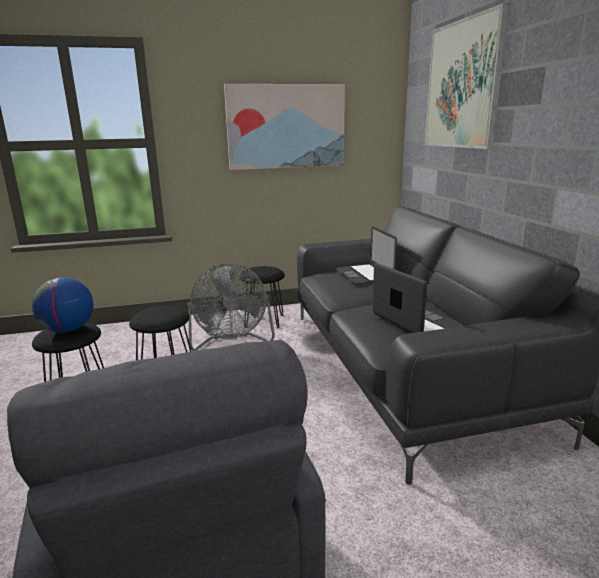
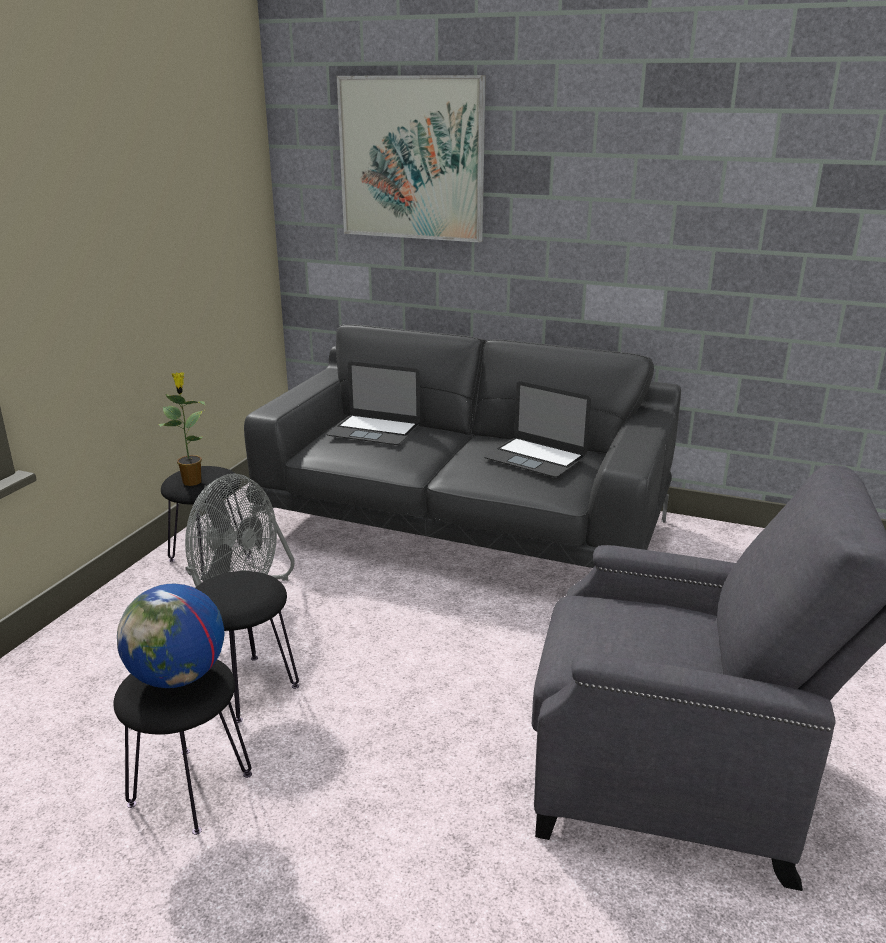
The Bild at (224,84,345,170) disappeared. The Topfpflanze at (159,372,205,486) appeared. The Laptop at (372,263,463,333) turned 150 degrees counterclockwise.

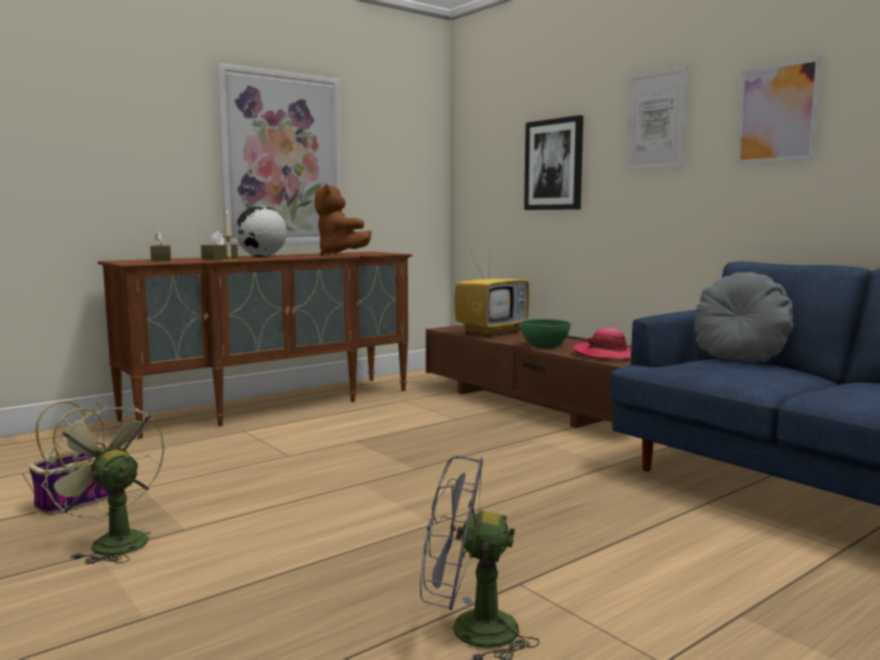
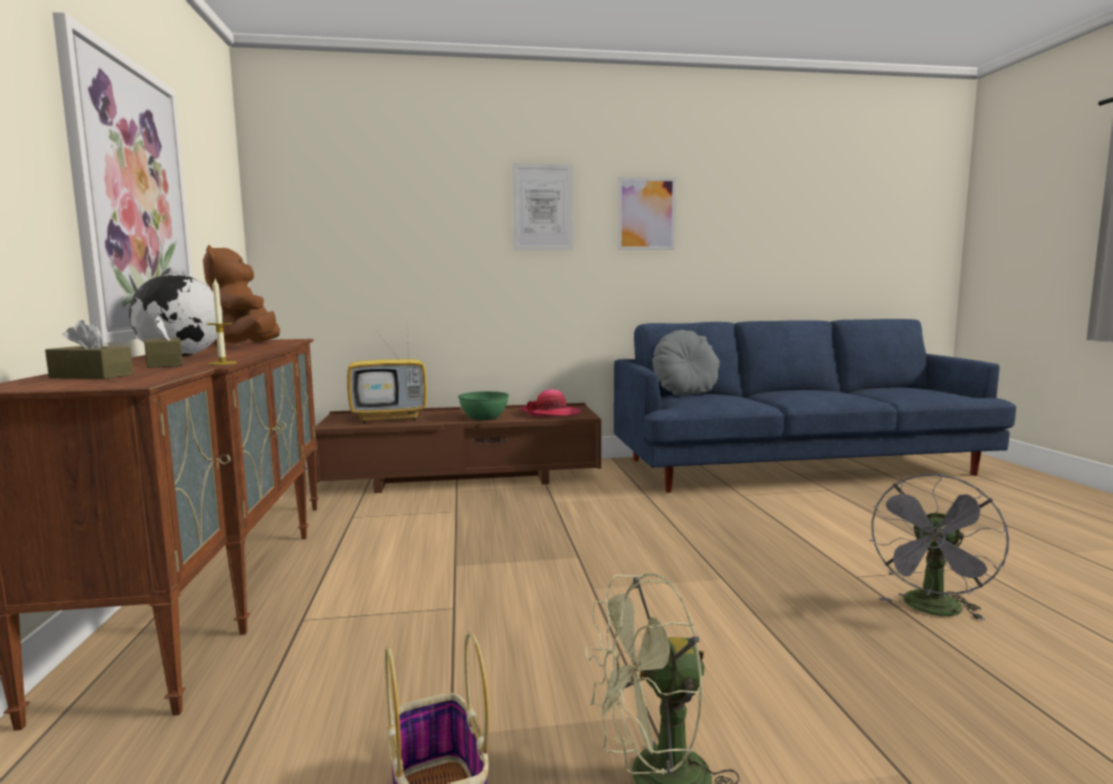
The Bild at (524,115,583,210) disappeared. The Plüschtier/braun at (315,183,372,255) turned 75 degrees clockwise. The Fernseher at (455,253,529,337) turned 90 degrees clockwise.

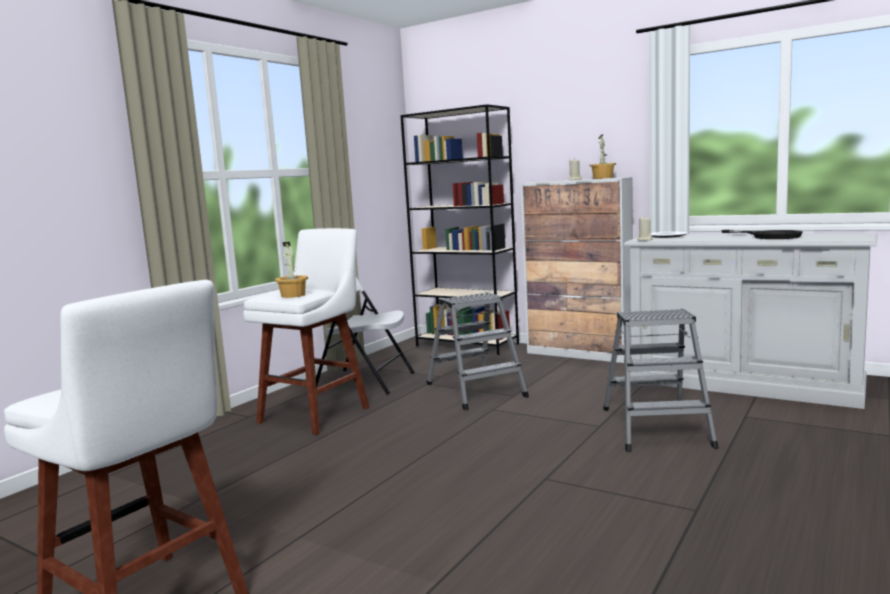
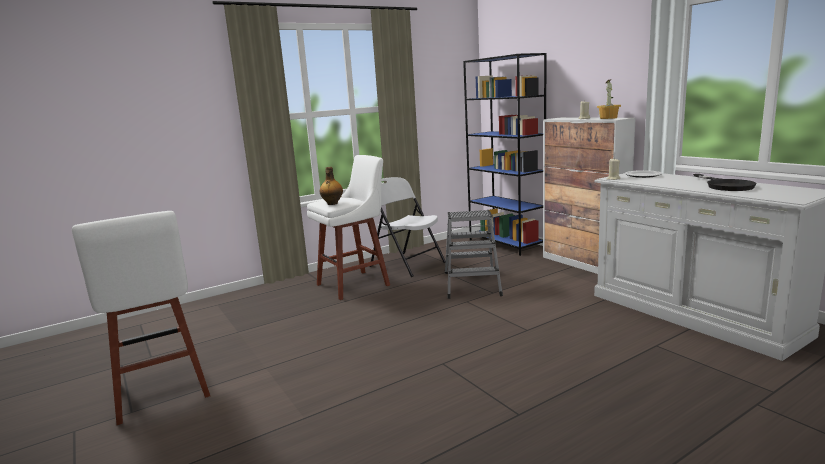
The Trittleiter/grau at (603,309,718,452) disappeared. The Topfpflanze at (275,242,308,298) was replaced by the Flasche at (320,167,343,205). The Bücherregal/beige at (400,104,519,355) became the Bücherregal/blau at (463,53,546,256).

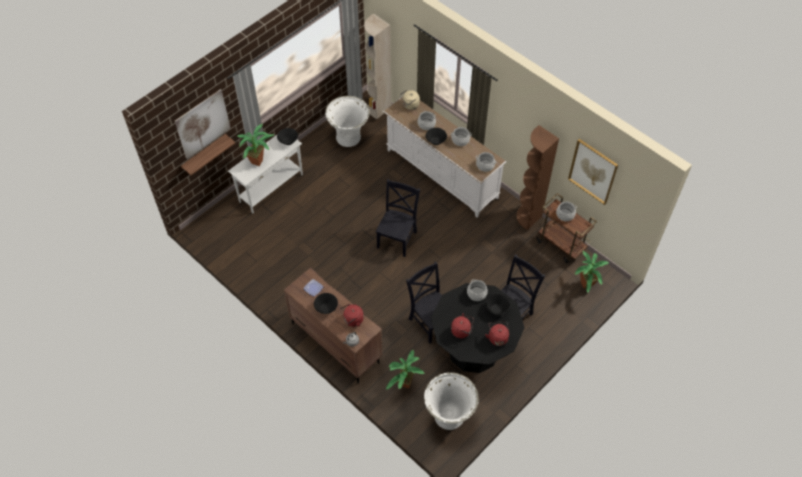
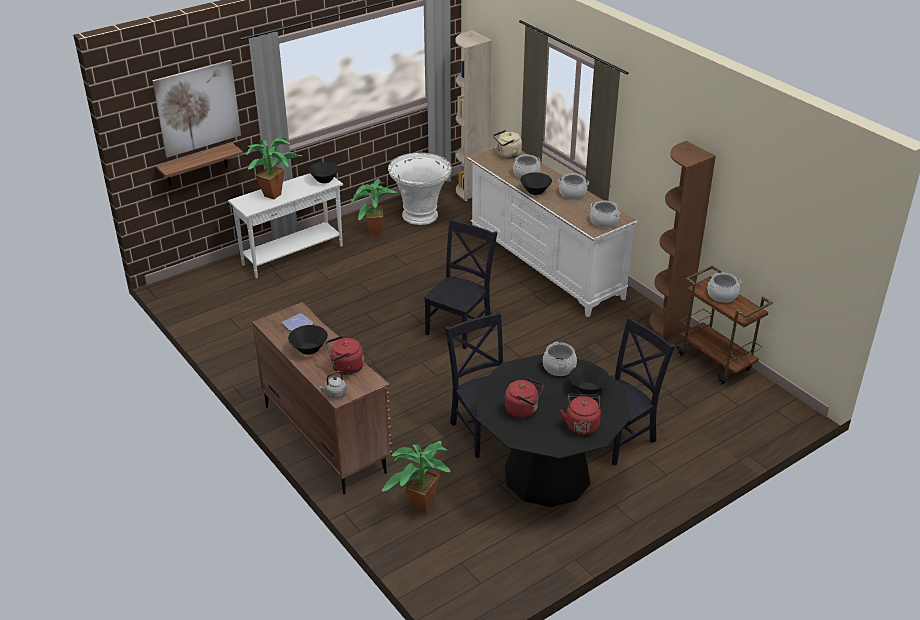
The Pflanzkübel/weiß at (424,373,479,430) disappeared. The Bild at (568,139,618,205) disappeared. The Topfpflanze moved from (575,251,609,293) to (351,179,397,236).

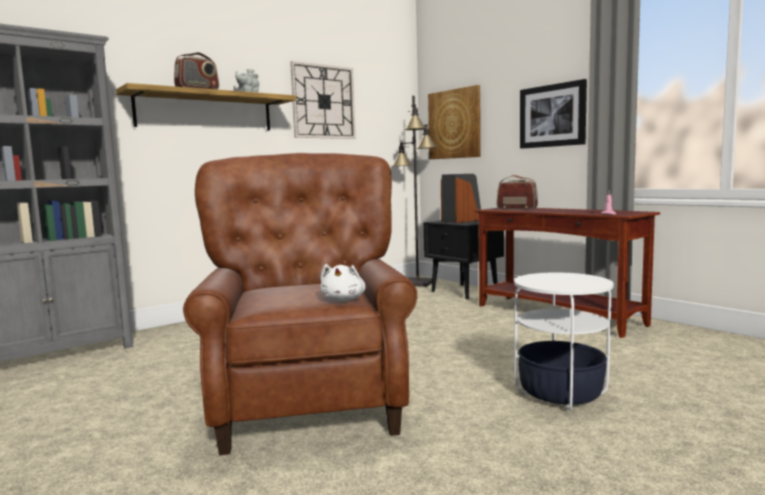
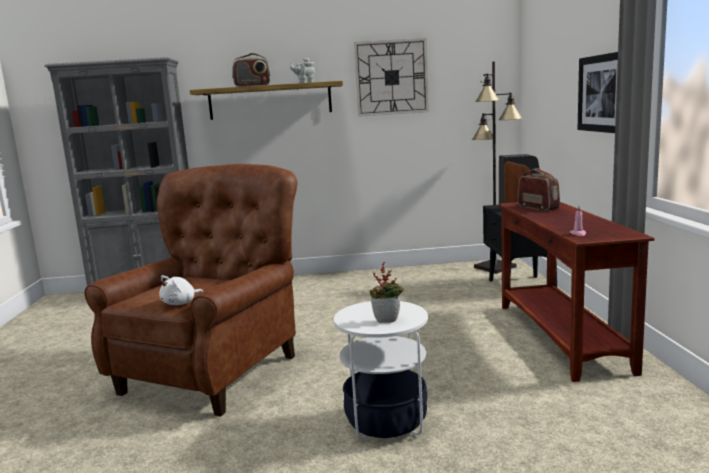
The Bild at (428,85,481,159) disappeared. The Topfpflanze at (369,262,404,323) appeared.

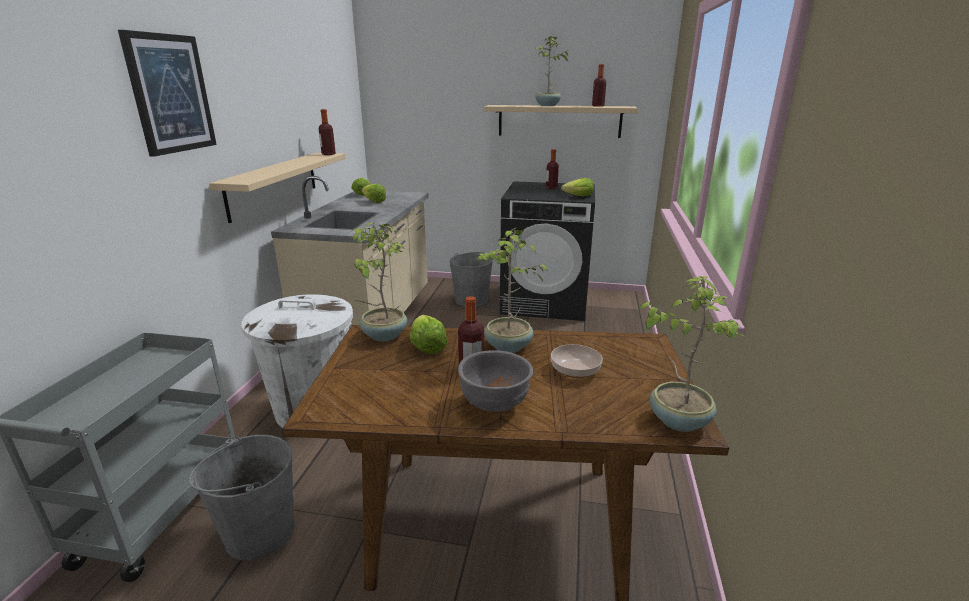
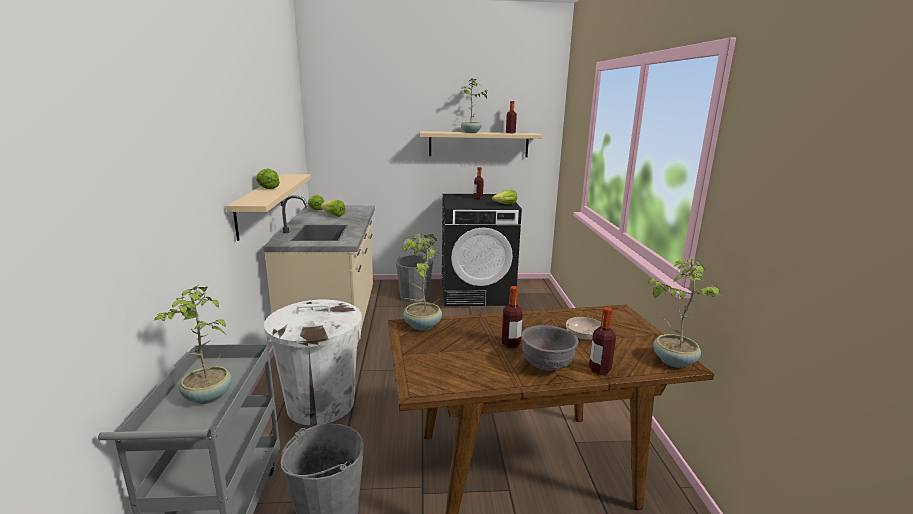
The Bild at (118,30,217,157) disappeared. The Flasche moved from (319,109,336,155) to (589,307,616,375). The Salatkopf moved from (410,315,448,354) to (256,169,280,189). The Topfpflanze moved from (476,227,548,353) to (153,285,232,404).

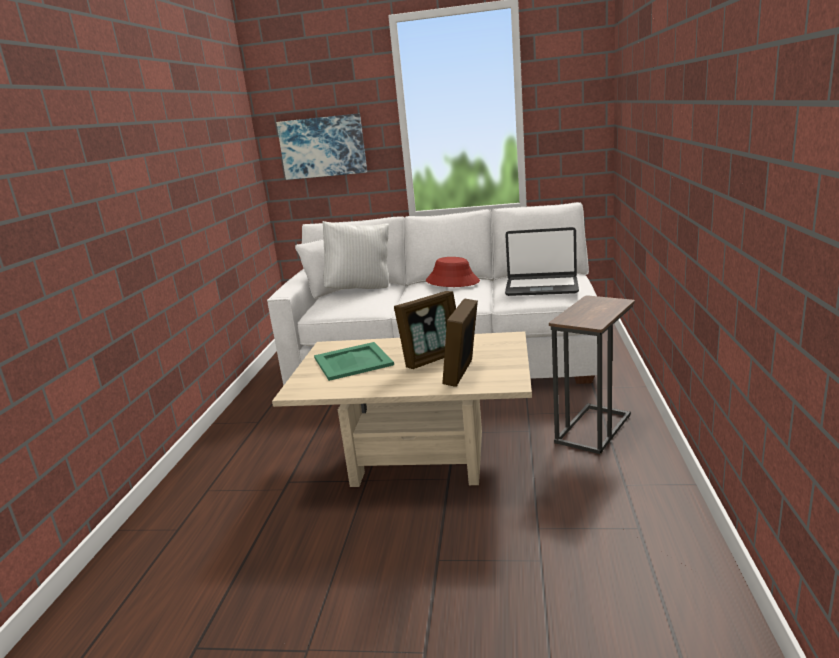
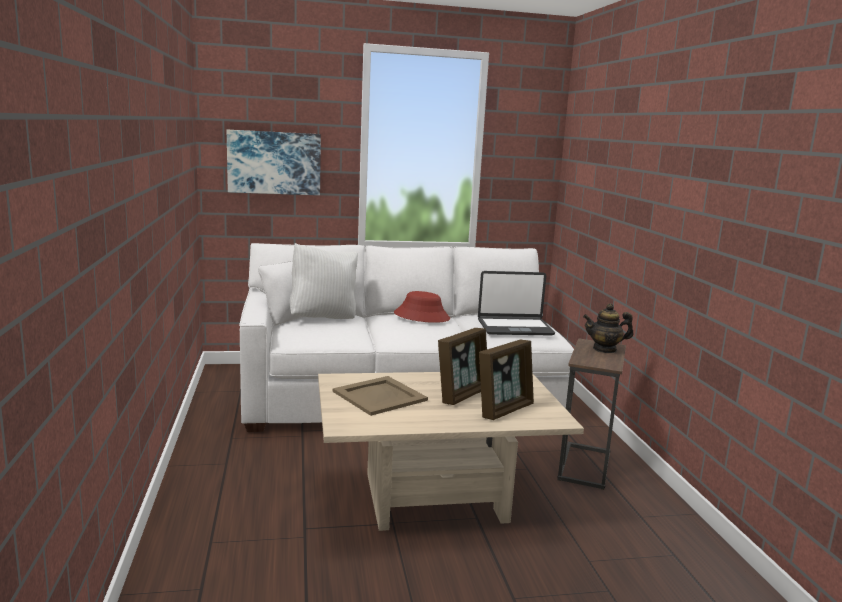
The Teekanne at (583,303,634,353) appeared. The Tablett/grün at (314,342,394,381) became the Tablett/beige at (333,376,428,416). The Bilderrahmen at (442,299,478,387) turned 135 degrees counterclockwise.

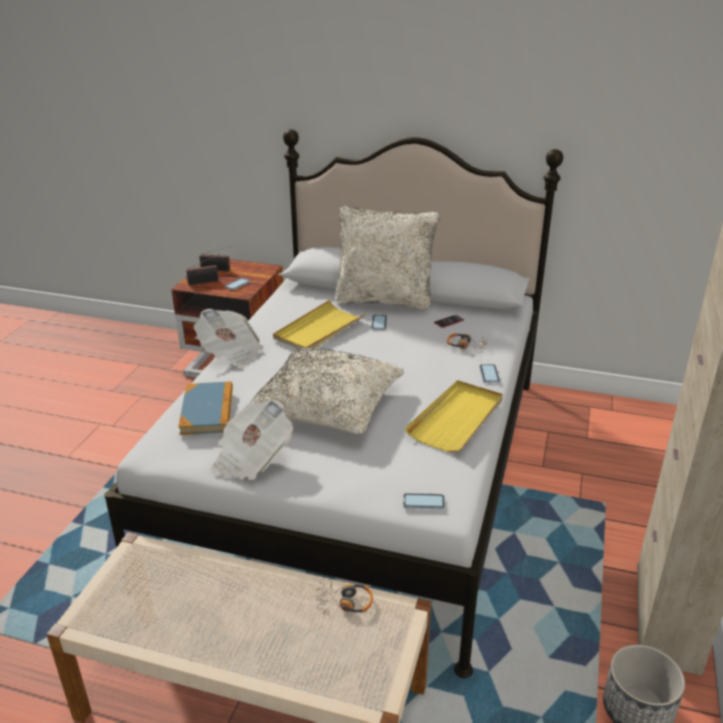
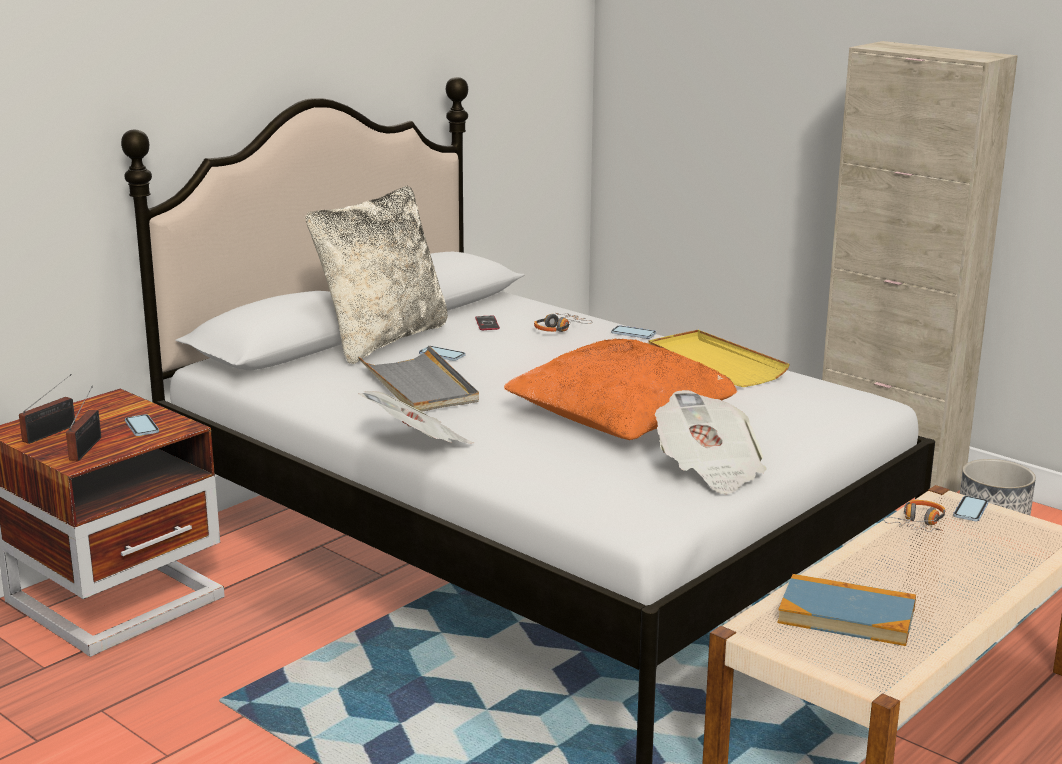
The Buch moved from (178,381,233,435) to (778,574,916,646). The Handy moved from (403,493,445,509) to (953,496,988,521). The Kissen/beige at (250,347,404,434) became the Kissen/orange at (504,338,737,440). The Tablett/gelb at (273,300,367,348) became the Tablett/grau at (358,346,479,412).

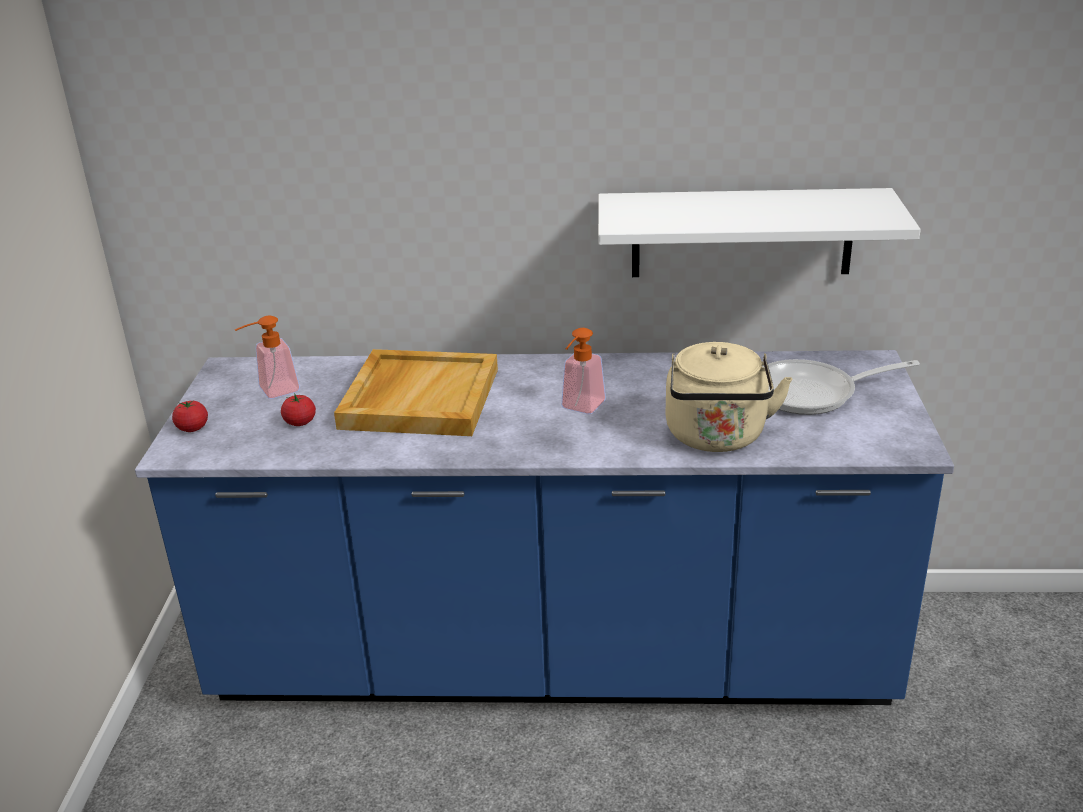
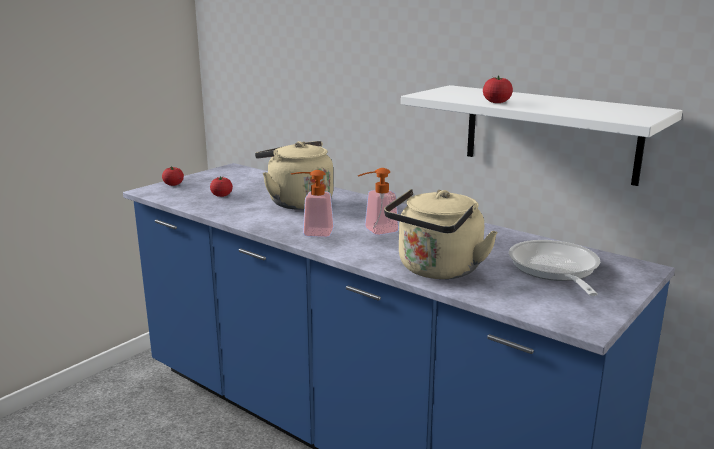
The Tomate at (483,75,513,103) appeared. The Seifenspender moved from (235,316,300,399) to (291,170,334,237). The Tablett/beige at (334,349,498,436) was replaced by the Wasserkessel/beige at (255,141,333,210). The Pfanne at (762,359,920,415) turned 60 degrees clockwise.

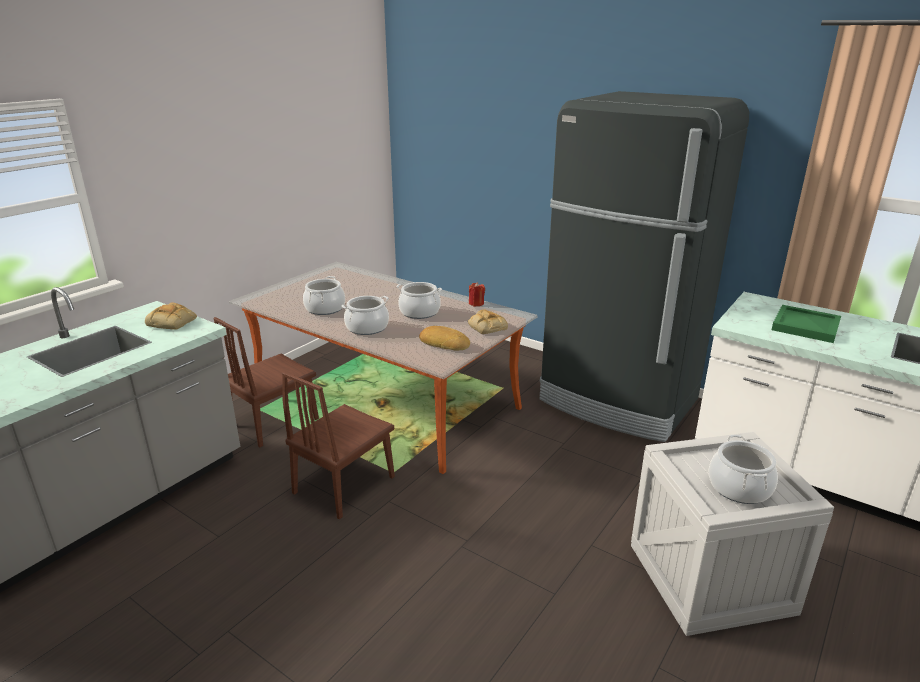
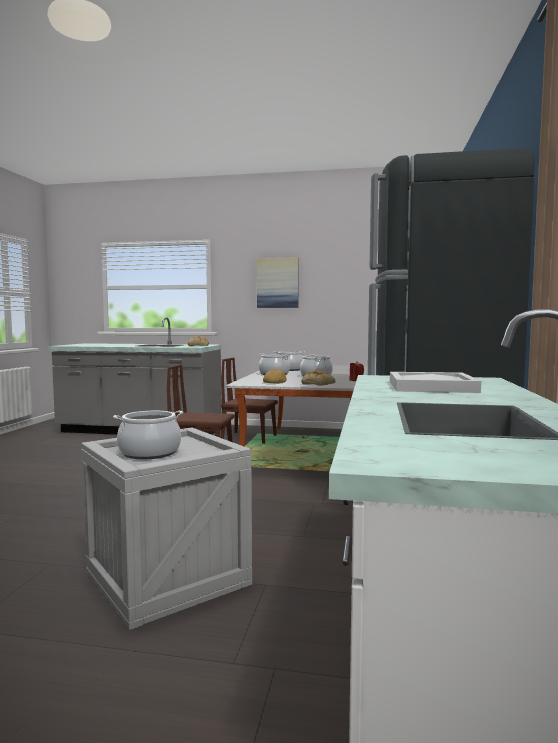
The Bild at (257,257,299,308) appeared. The Tablett/grün at (772,305,841,343) became the Tablett/weiß at (390,372,481,393).

